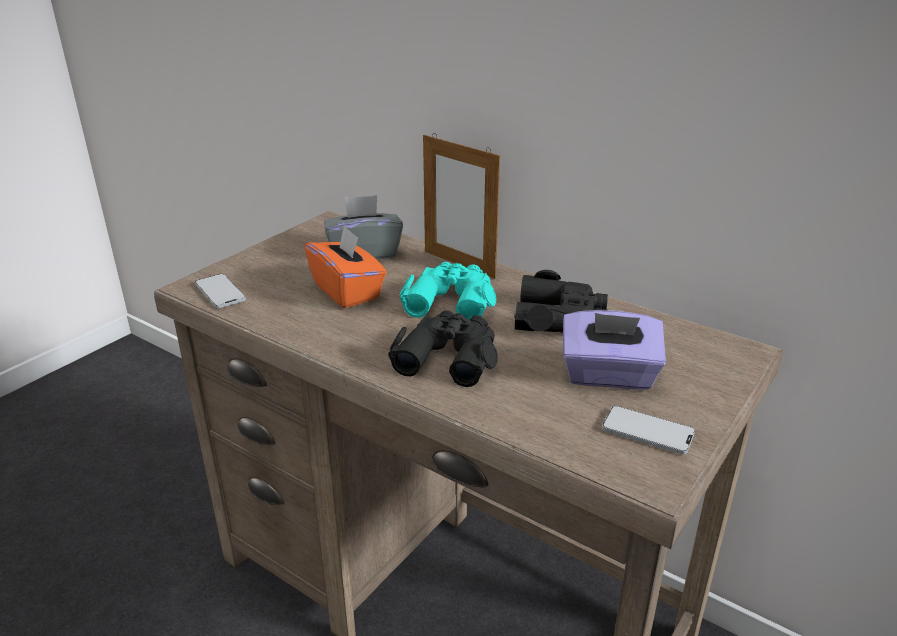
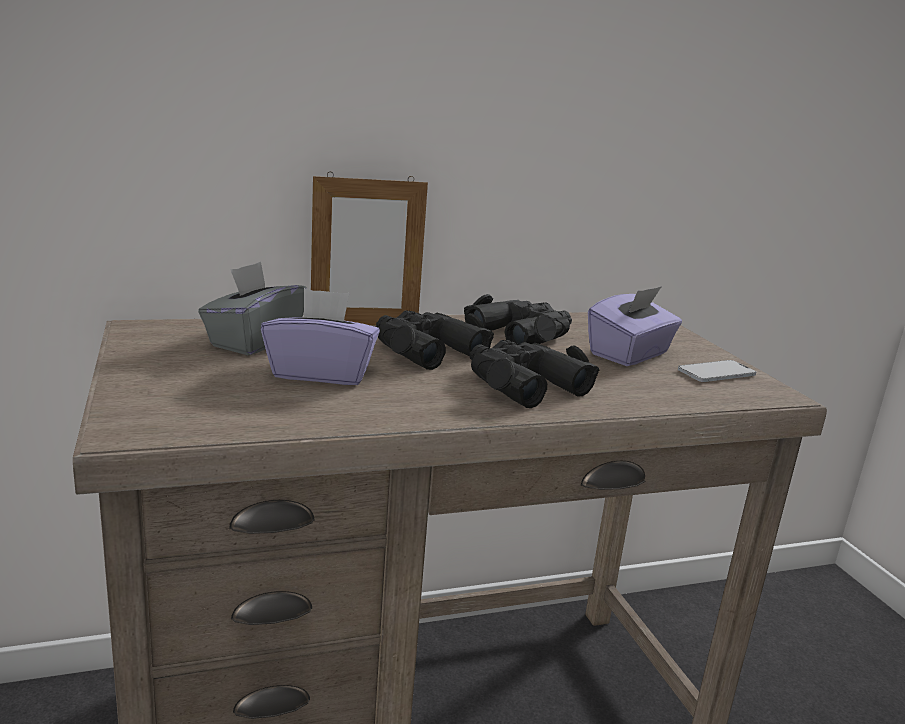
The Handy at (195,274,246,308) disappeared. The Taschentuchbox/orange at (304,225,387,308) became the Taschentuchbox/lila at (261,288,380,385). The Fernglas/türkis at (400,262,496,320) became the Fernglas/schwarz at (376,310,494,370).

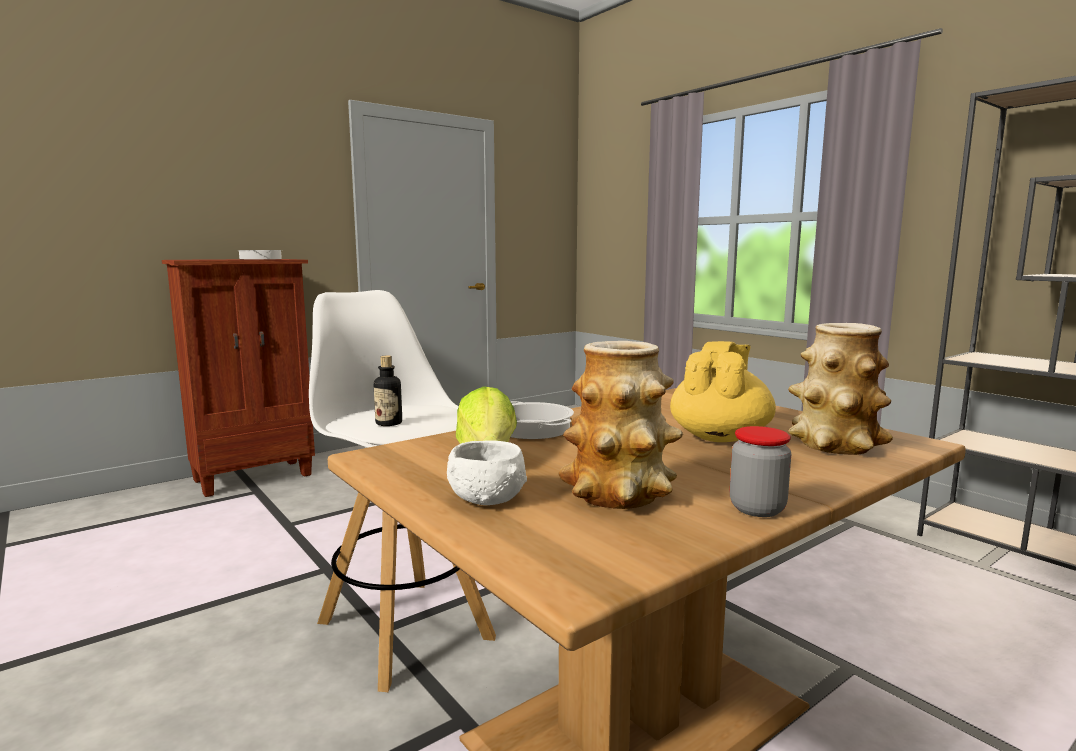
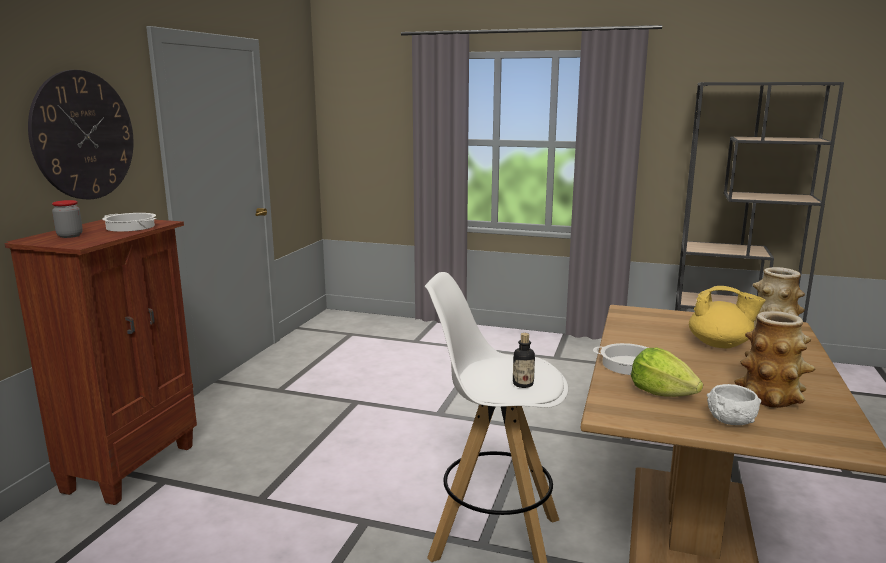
The Wanduhr at (28,70,134,200) appeared. The Vorratsglas moved from (730,426,791,517) to (52,200,83,238). The Teekanne/gelb at (670,341,776,442) turned 120 degrees clockwise.

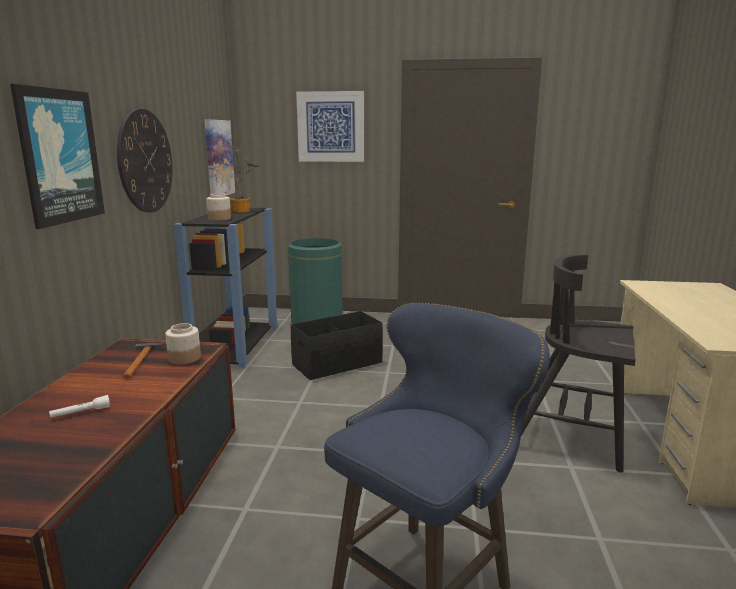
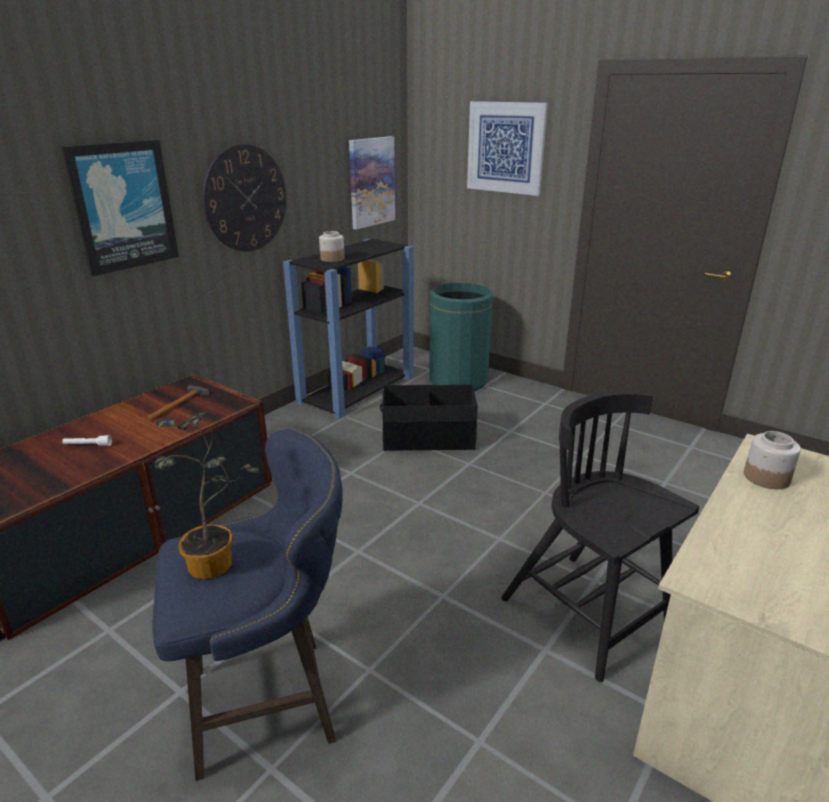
The Vorratsglas moved from (165,323,201,365) to (744,431,801,489). The Topfpflanze moved from (223,142,258,213) to (154,411,259,579).

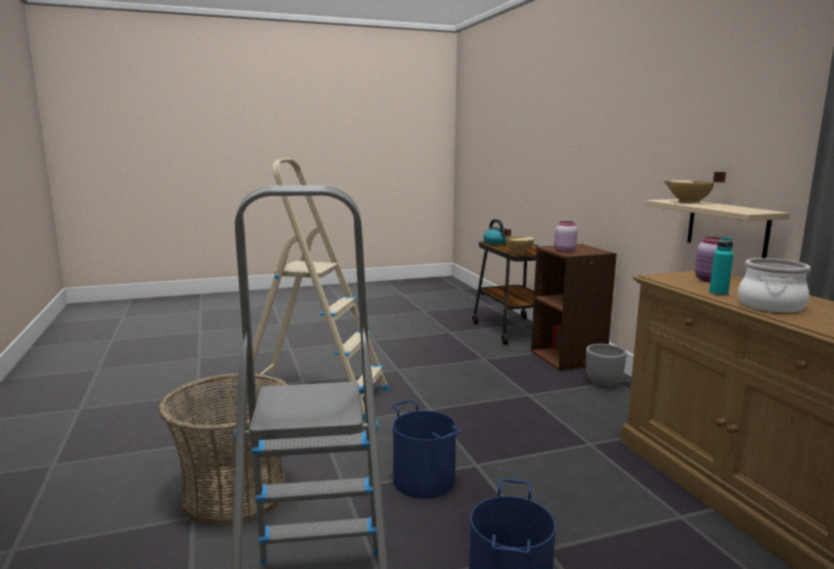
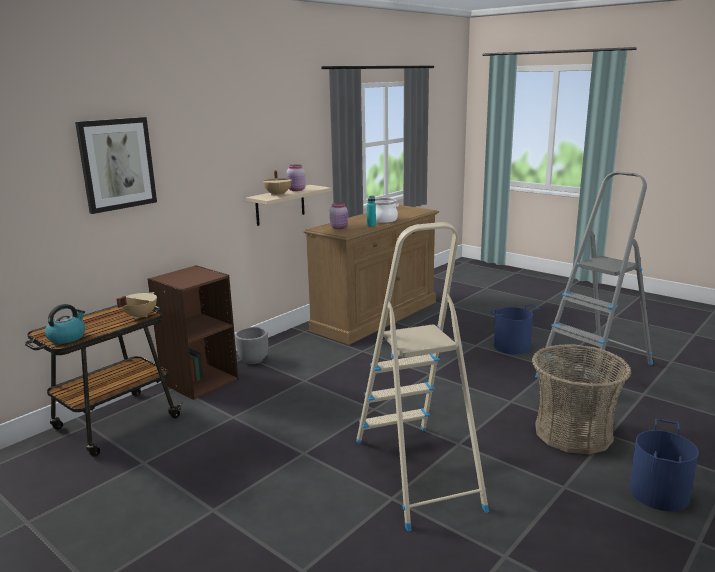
The Bild at (75,117,157,214) appeared. The Eimer/blau moved from (391,400,461,499) to (629,419,699,511). The Vorratsglas/rosa moved from (554,221,578,252) to (286,164,306,191).

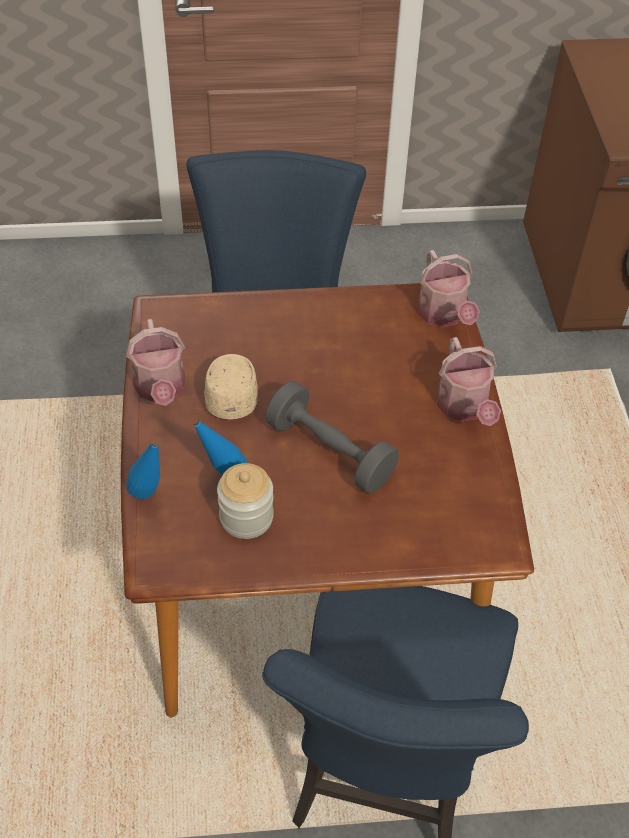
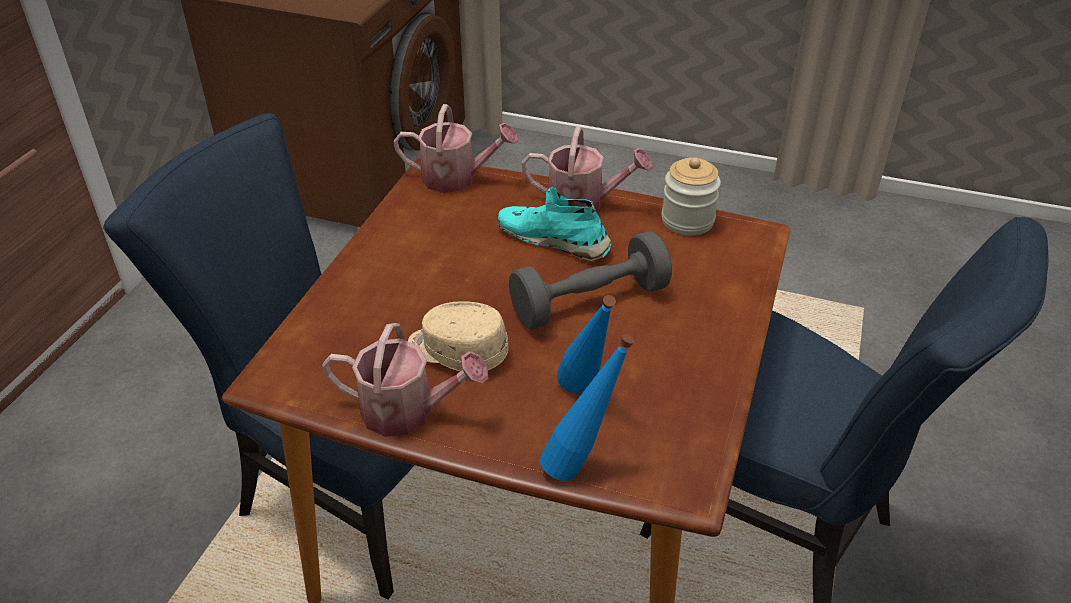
The Schuh/türkis at (498,187,612,261) appeared. The Vorratsglas moved from (217,463,274,539) to (661,158,721,235).

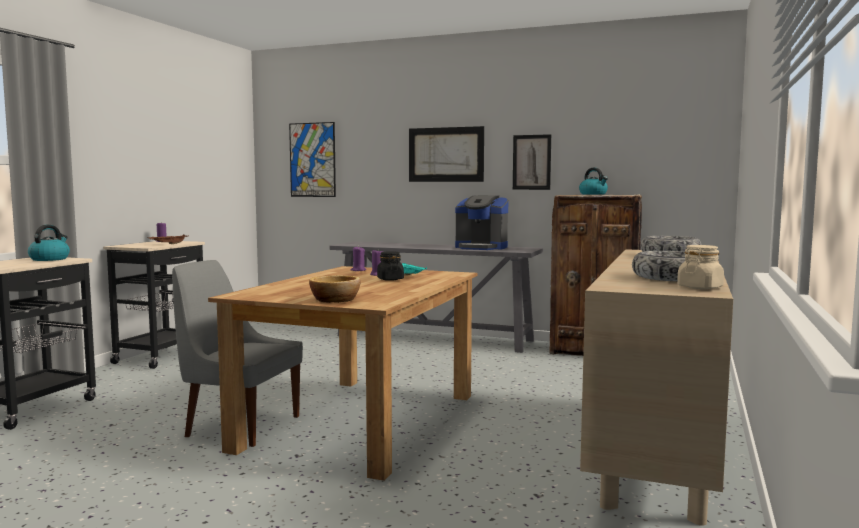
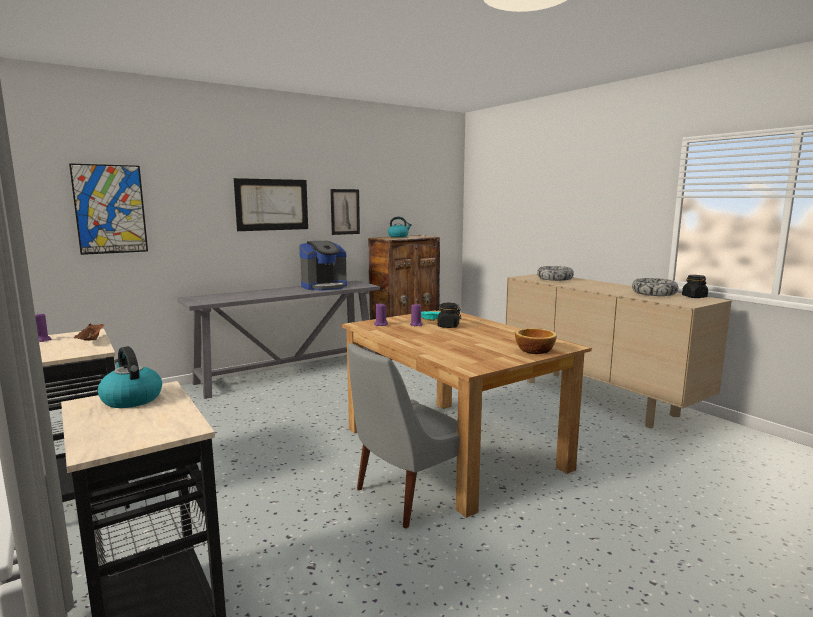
The Vorratsglas/beige at (677,245,724,290) became the Vorratsglas/schwarz at (682,275,708,298).

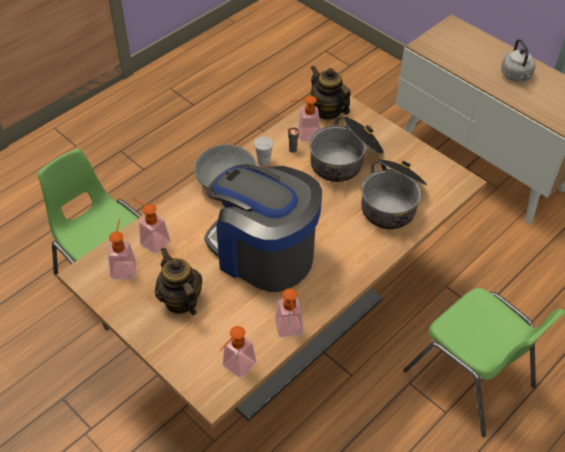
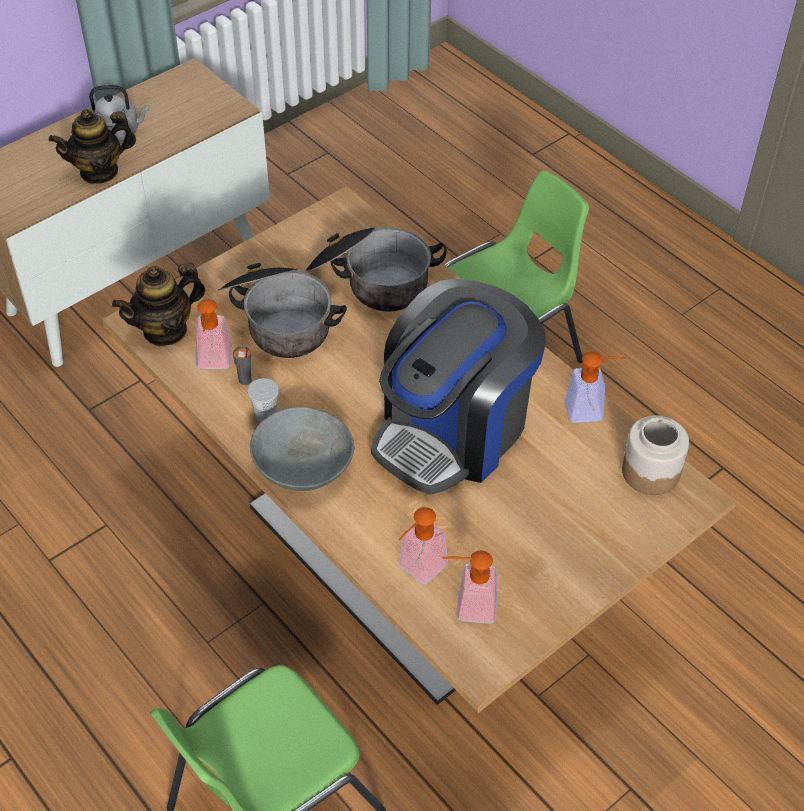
The Teekanne moved from (155,247,203,315) to (49,109,136,184). The Seifenspender at (220,326,256,378) was replaced by the Vorratsglas at (622,415,689,495).

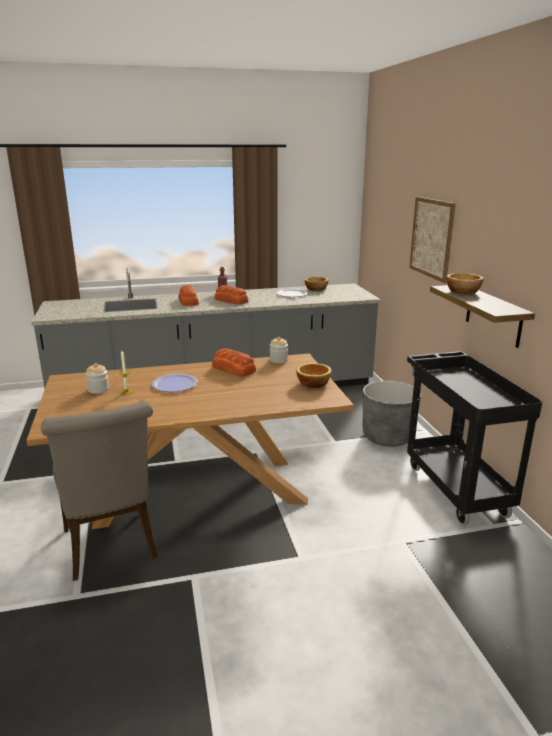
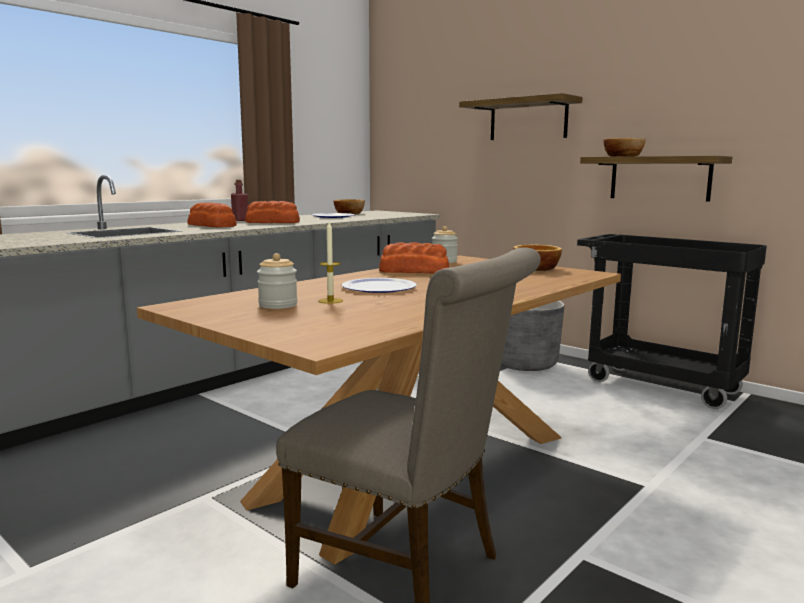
The Bild at (409,197,455,283) was replaced by the Wandregal at (459,93,583,140).

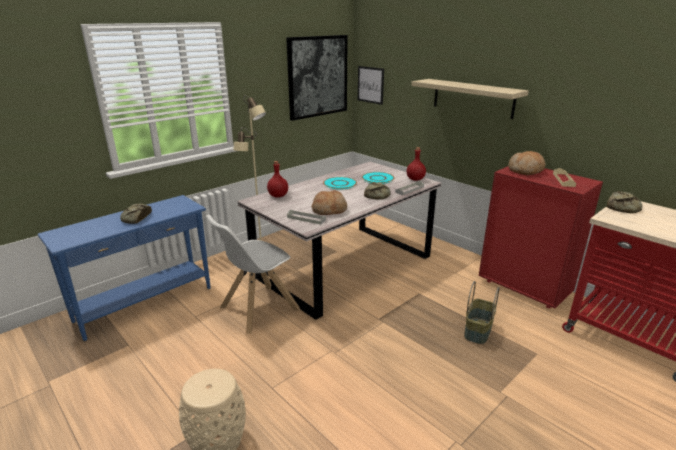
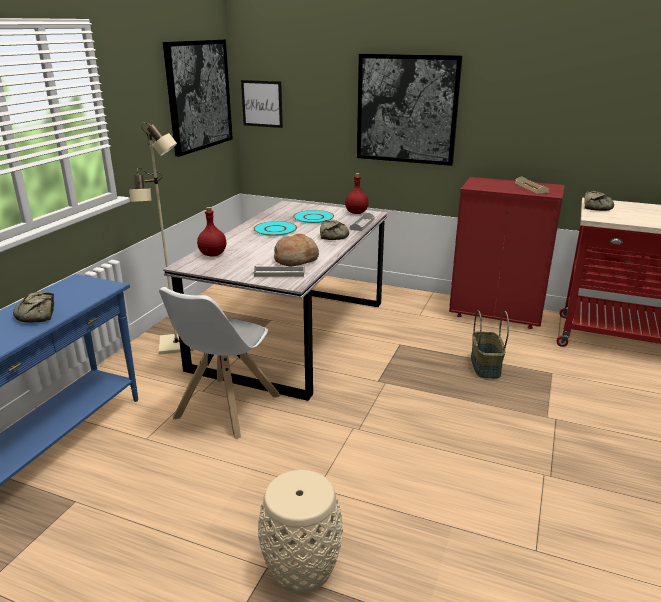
The Brot at (508,151,545,175) disappeared. The Wandregal at (411,79,529,119) was replaced by the Bild at (357,54,463,166).

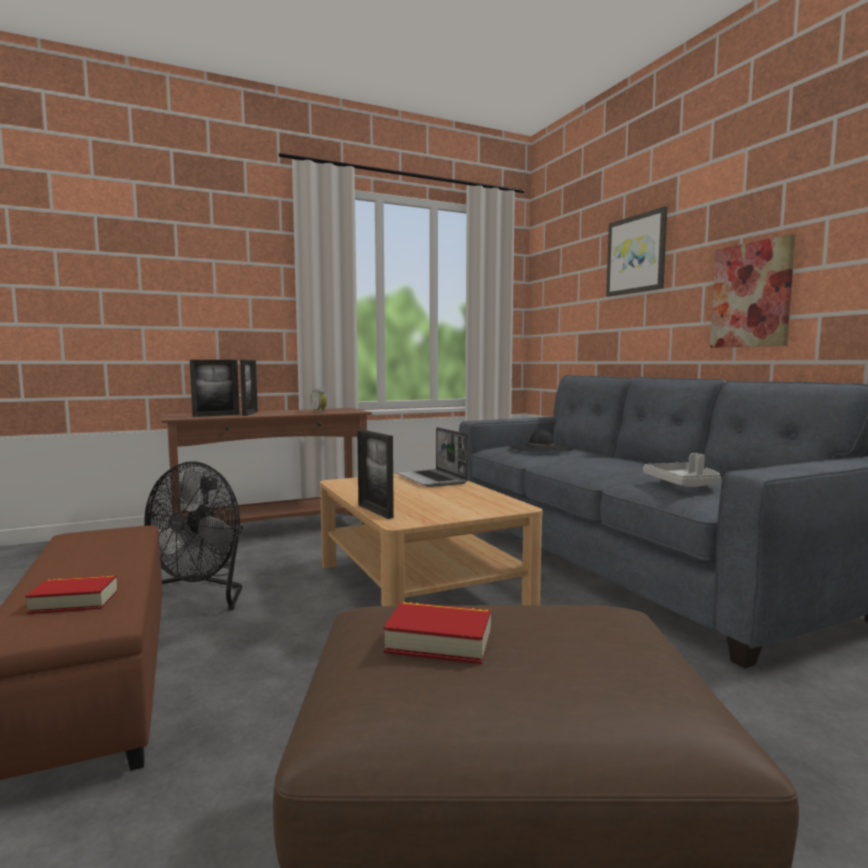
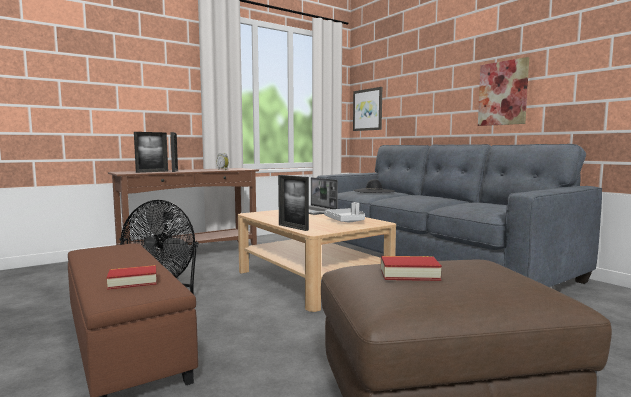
The Bild moved from (606,206,667,297) to (353,87,382,131). The Tablett/grau moved from (643,453,721,487) to (324,202,365,222).

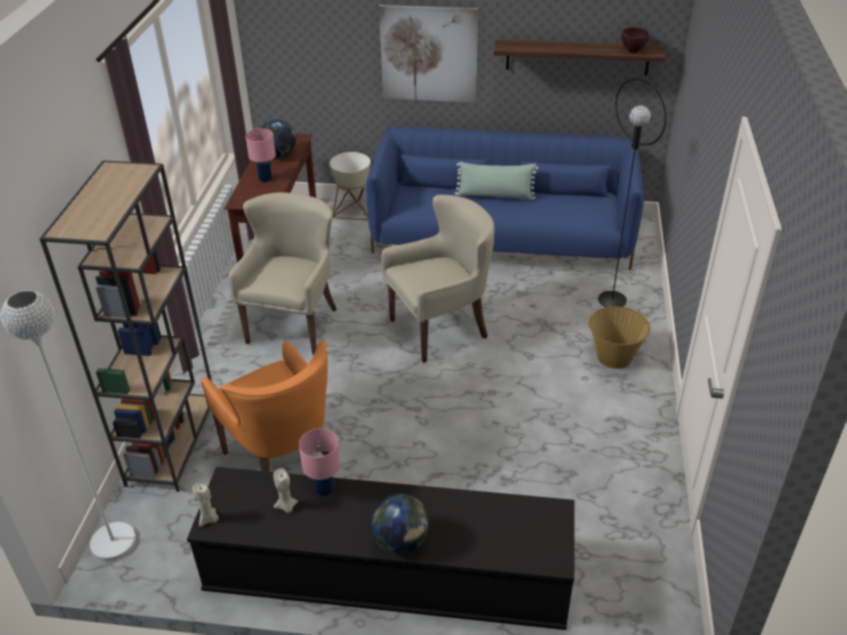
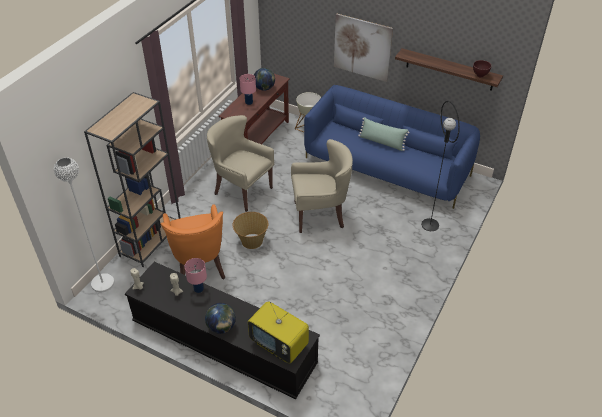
The Fernseher at (248,302,309,363) appeared. The Korb moved from (589,306,650,369) to (233,212,268,249). The Sessel/beige at (229,192,337,355) turned 90 degrees counterclockwise.

